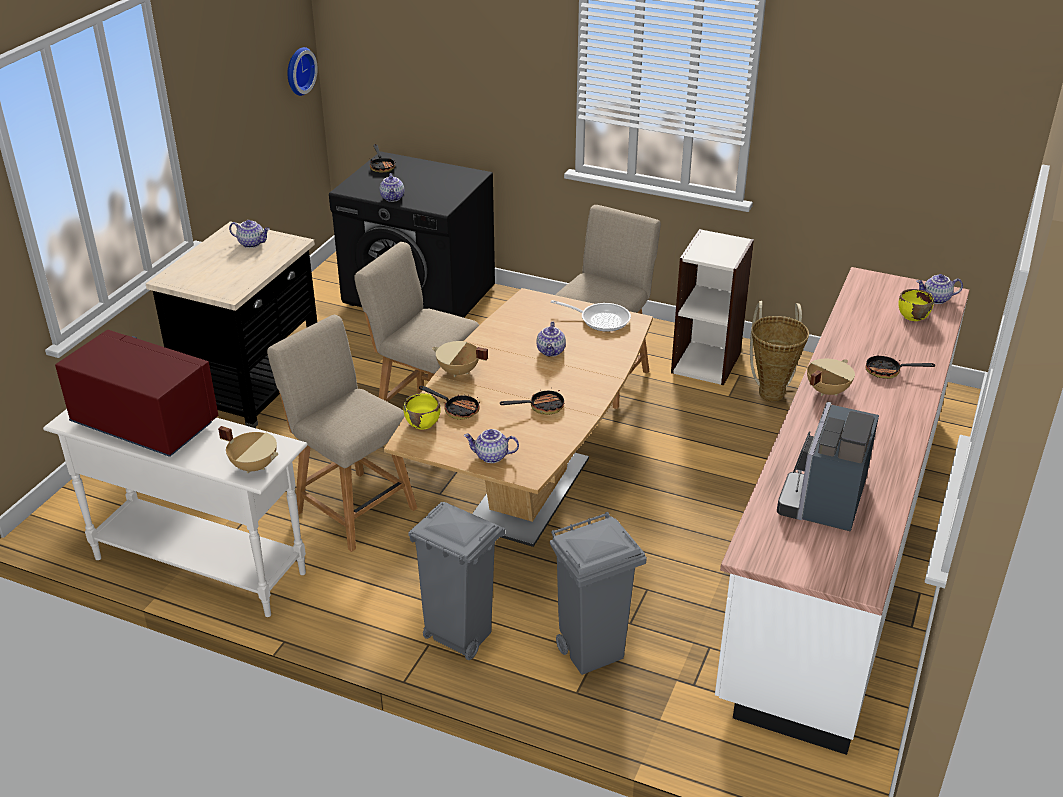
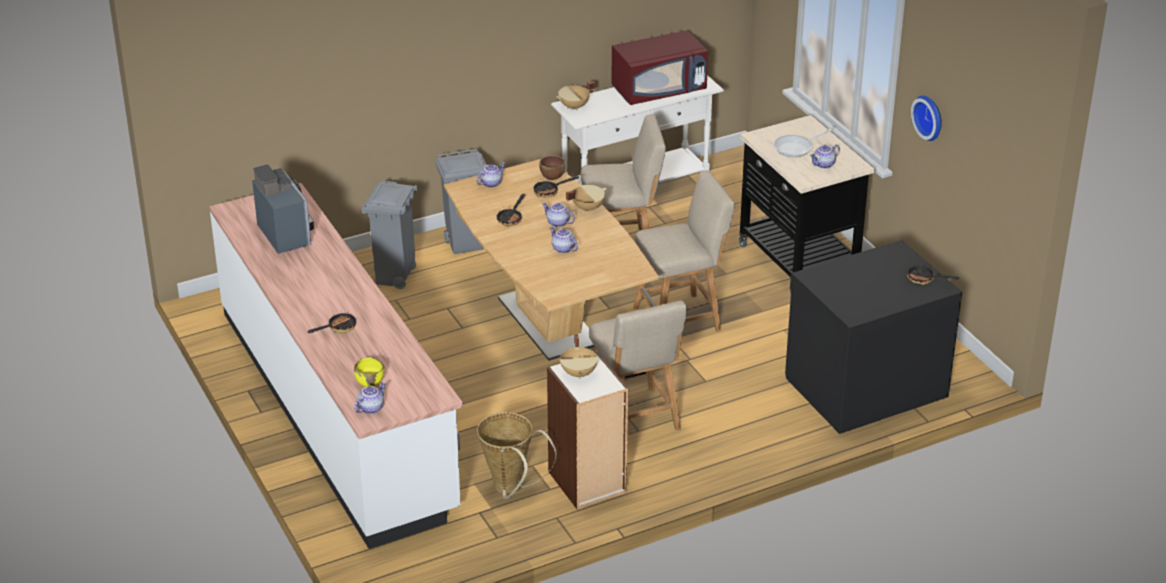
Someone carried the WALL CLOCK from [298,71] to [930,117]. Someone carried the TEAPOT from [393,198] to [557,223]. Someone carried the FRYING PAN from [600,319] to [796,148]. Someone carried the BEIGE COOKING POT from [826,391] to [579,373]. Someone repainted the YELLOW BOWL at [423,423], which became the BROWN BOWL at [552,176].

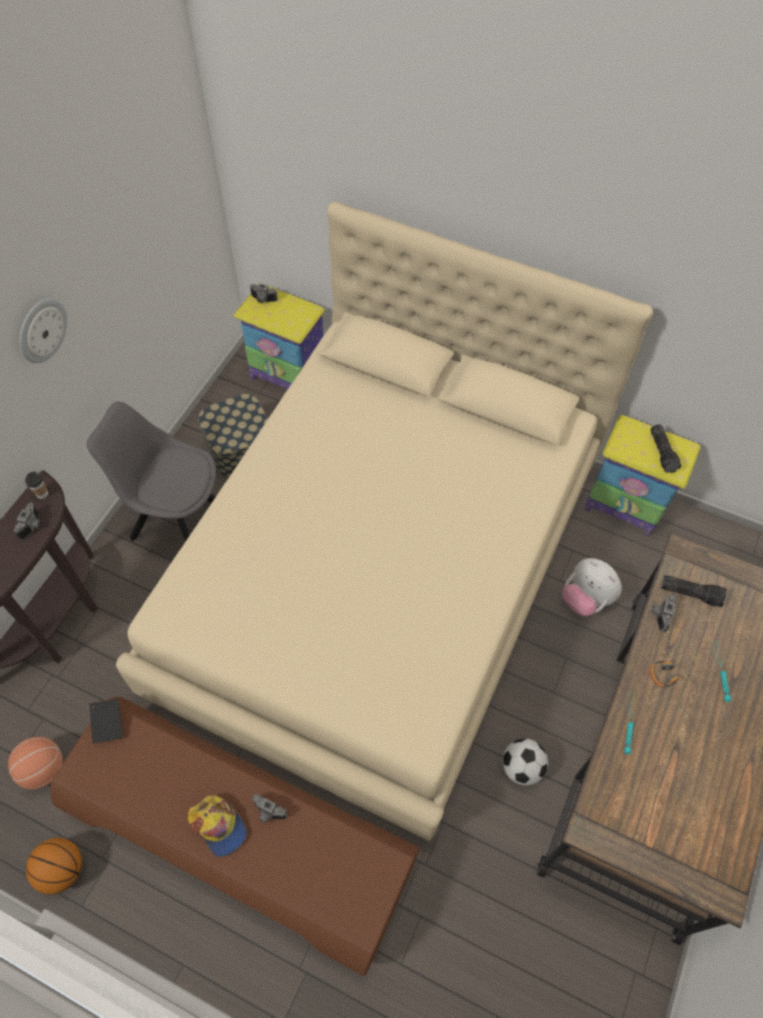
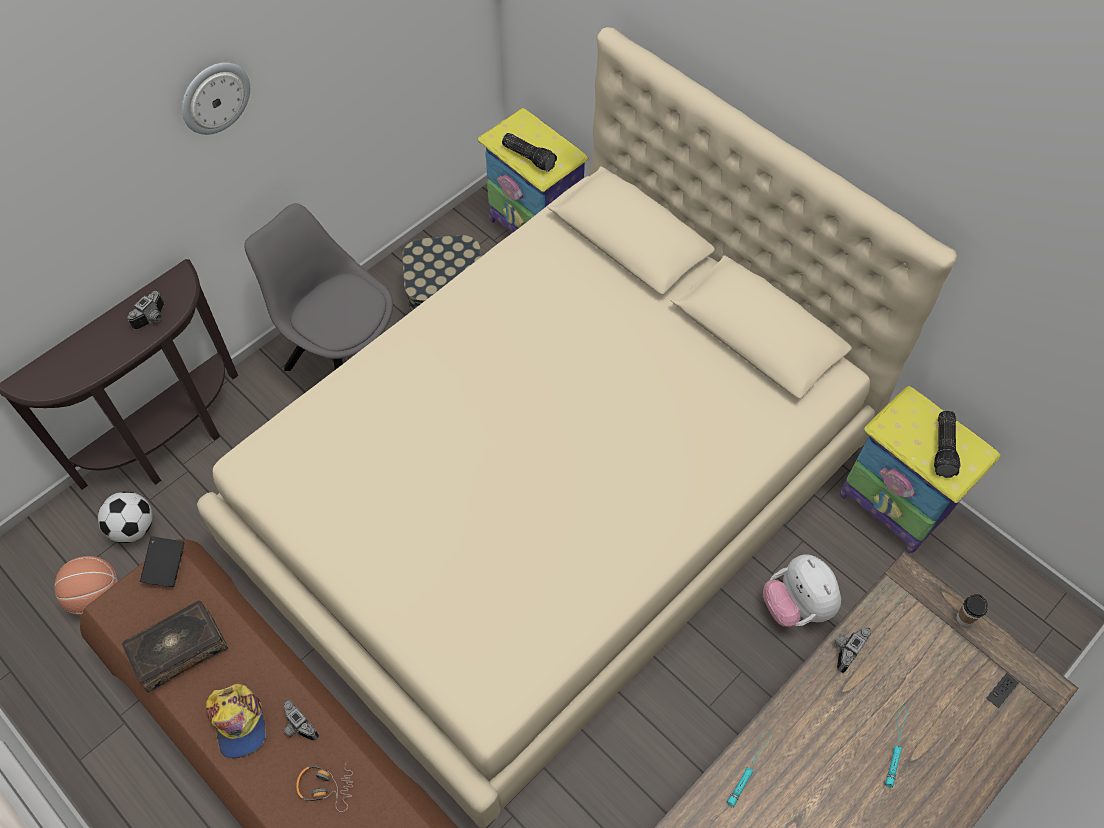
Someone took away the BASKETBALL at [62,869]. Someone took away the PHOTO CAMERA at [263,300]. Someone put down the BOOK at [178,649]. Someone carried the CUP from [42,494] to [964,618]. Someone carried the FOOTBALL from [521,767] to [133,528]. Someone carried the HEADPHONES from [671,674] to [326,786]. Someone carried the FLASHLIGHT from [691,593] to [529,157].

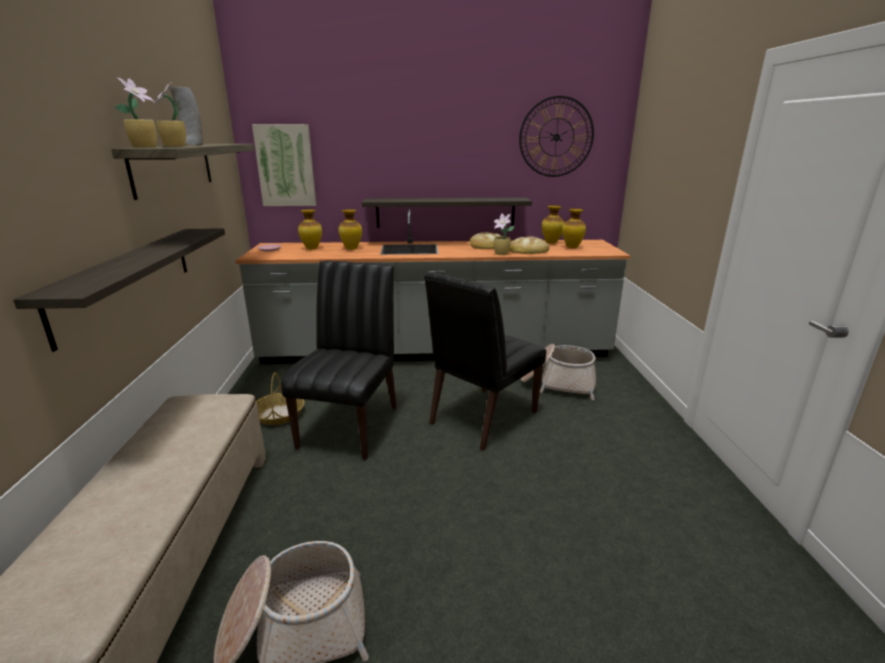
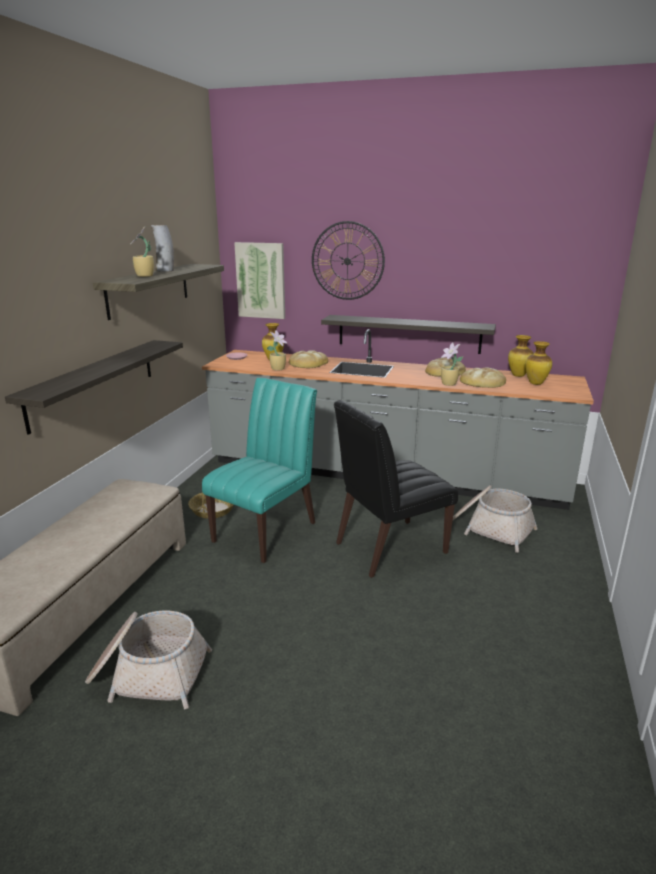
Someone carried the POTTED PLANT from [146,147] to [278,369]. Someone carried the WALL CLOCK from [556,137] to [347,261]. Someone swapped the VASE at [351,248] for the BREAD at [308,363]. Someone repainted the BLACK CHAIR at [350,427], which became the TURQUOISE CHAIR at [265,533].

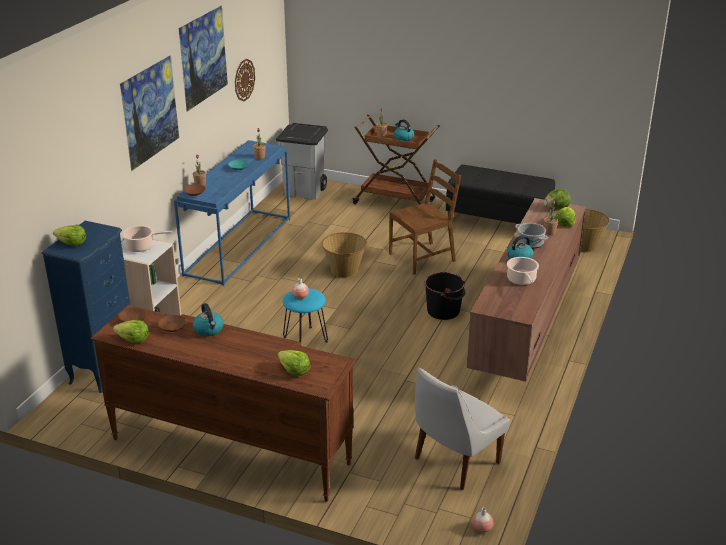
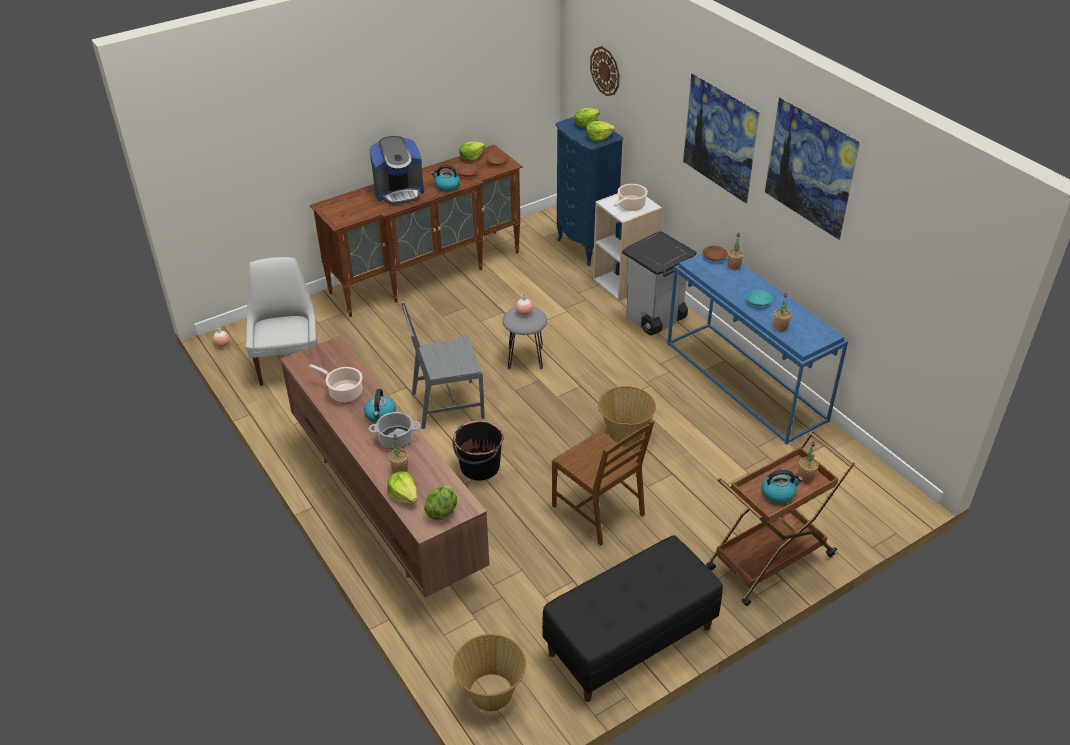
Someone put down the COFFEE MACHINE at [399,192]. Someone put down the GREY CHAIR at [447,405]. Someone carried the WALL CLOCK from [244,80] to [605,71]. Someone carried the GREY TRASH CAN from [305,191] to [655,320]. Someone carried the LETTUCE from [294,371] to [598,137]. Someone repainted the TURQUOISE STOOL at [305,339], which became the GREY STOOL at [525,357]. Someone rotated the BROWN CHAIR at [422,257] by 45 degrees counterclockwise.

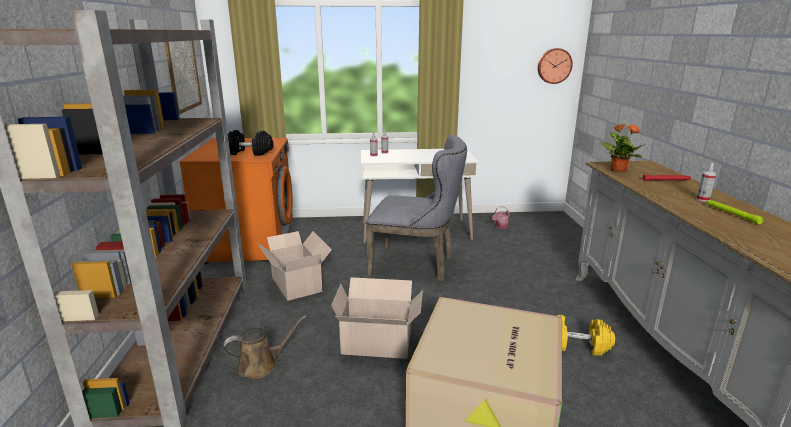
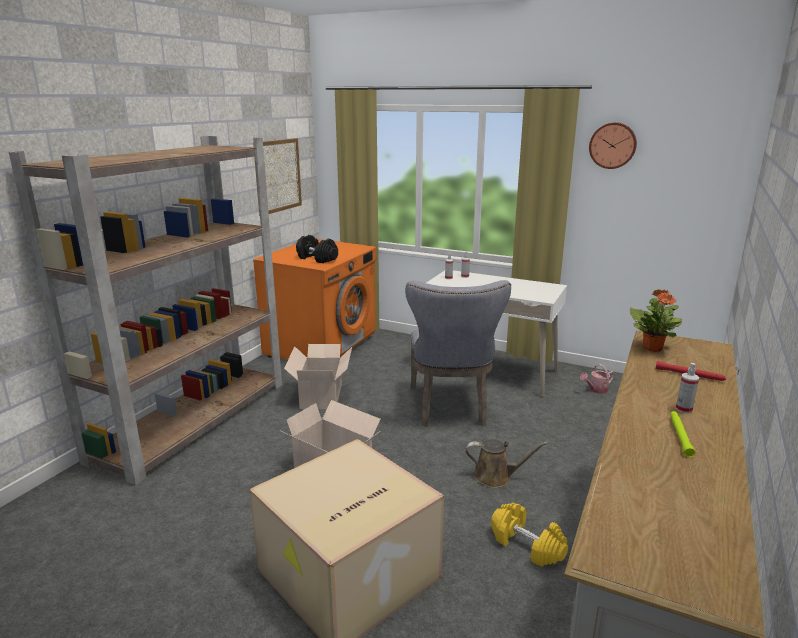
Someone carried the BROWN WATERING CAN from [261,365] to [496,477]. Someone carried the WALL CLOCK from [554,66] to [612,145]. Someone rotated the GREY CHAIR at [417,265] by 45 degrees clockwise.

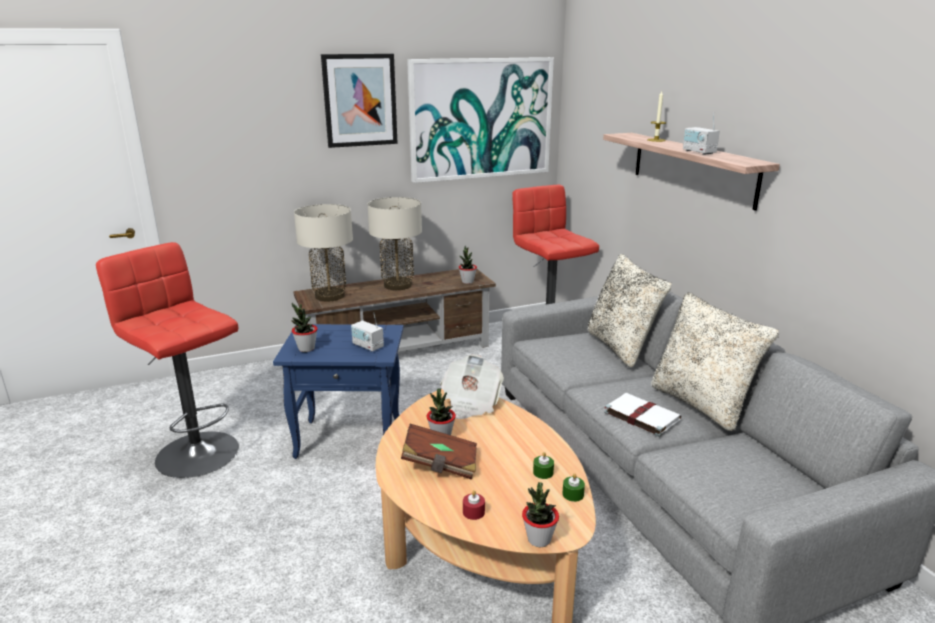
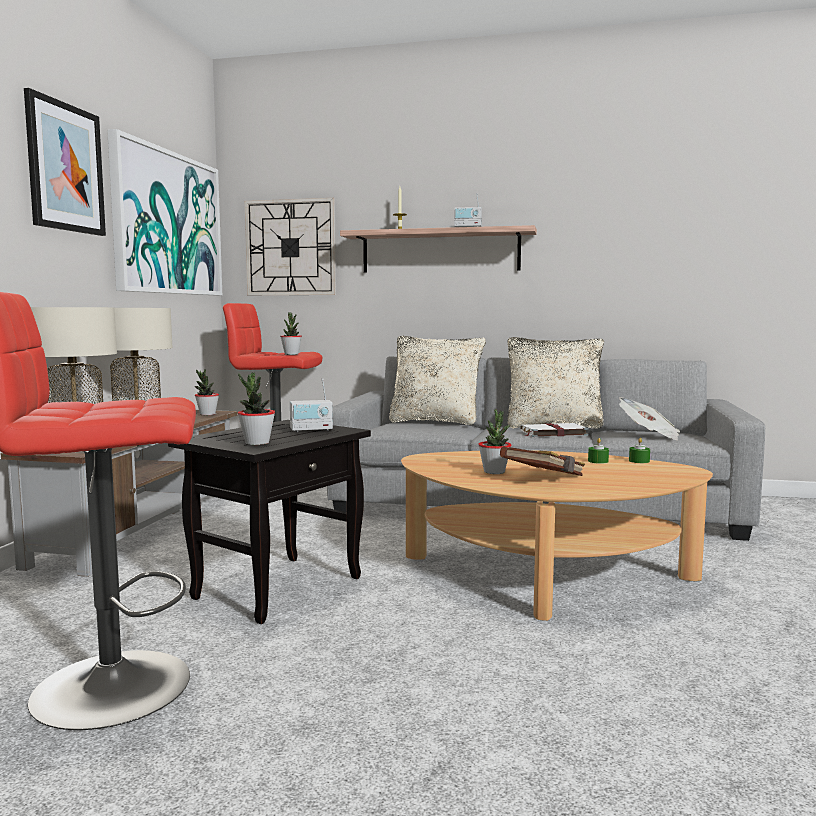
Someone took away the RED CANDLE at [473,512]. Someone put up the WALL CLOCK at [290,247]. Someone carried the NEWSPAPER from [470,402] to [649,435]. Someone carried the POTTED PLANT from [539,539] to [291,354]. Someone repainted the BLUE SIDE TABLE at [351,438], which became the BLACK SIDE TABLE at [279,587].

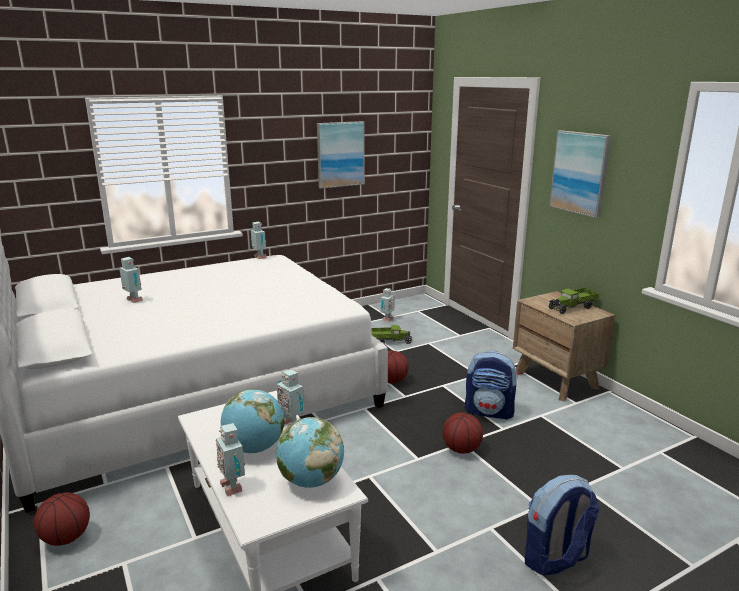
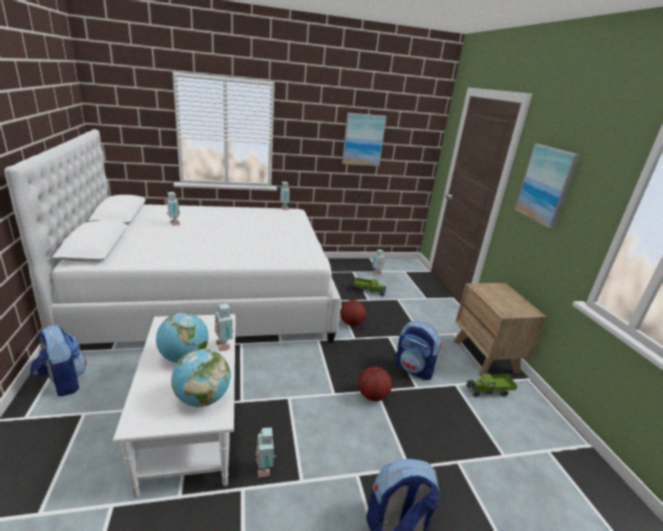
Someone carried the TOY ROBOT from [233,486] to [265,468]. Someone carried the TOY TRUCK from [572,307] to [489,391]. Someone swapped the BASKETBALL at [66,538] for the BACKPACK at [63,382].

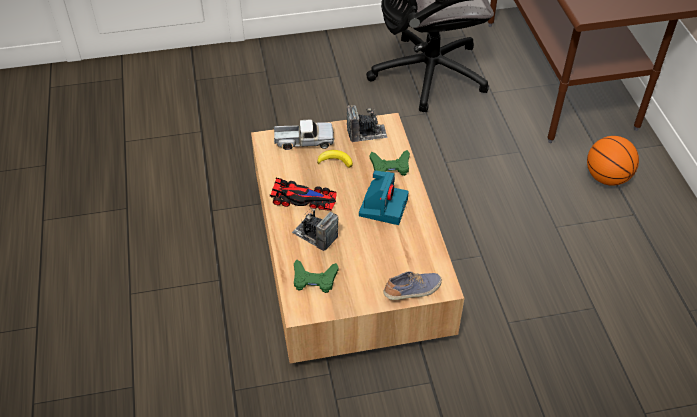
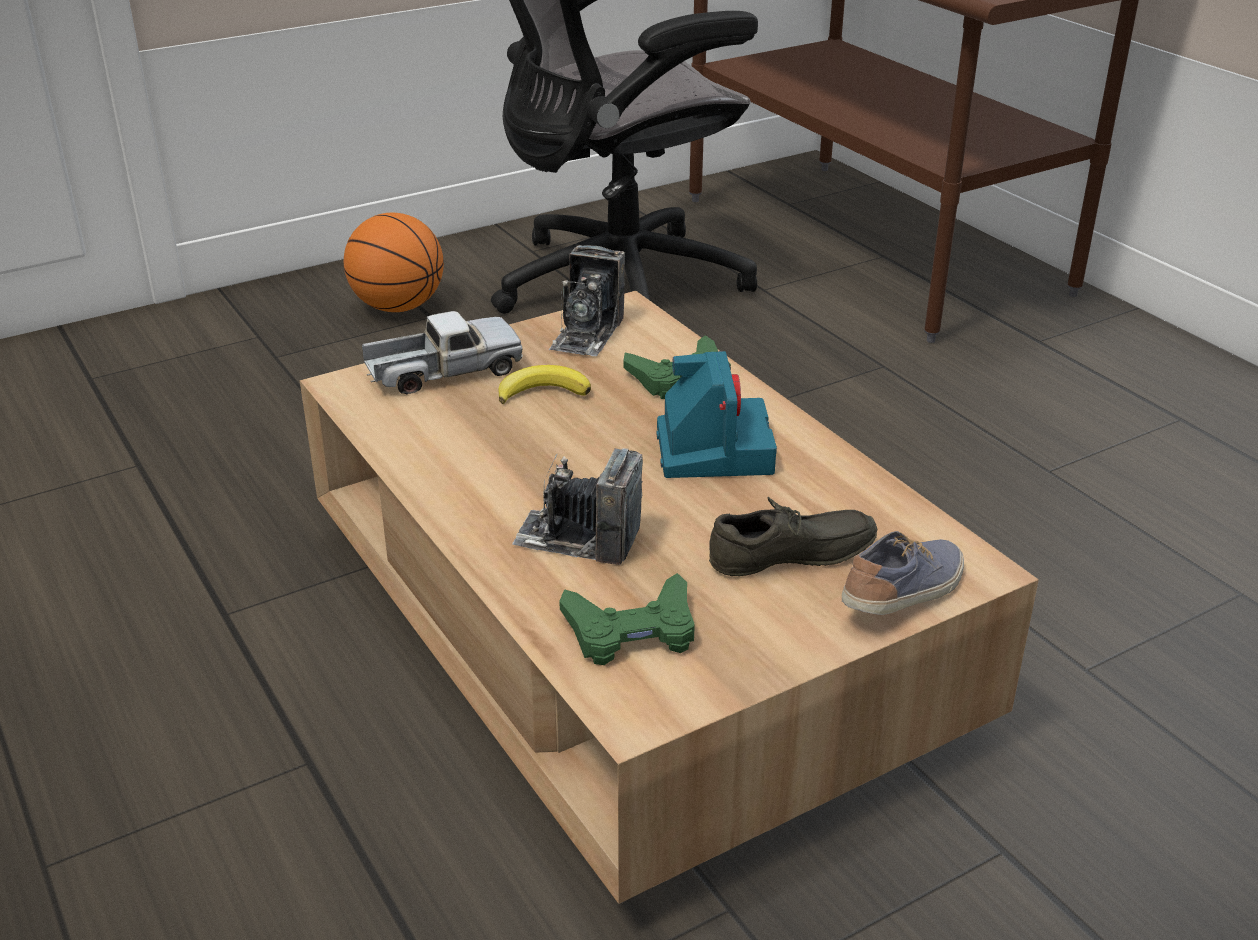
Someone took away the TOY CAR at [304,198]. Someone put down the GREY SHOE at [793,559]. Someone carried the BASKETBALL from [607,177] to [398,307]. Someone rotated the PHOTO CAMERA at [366,133] by 135 degrees clockwise.

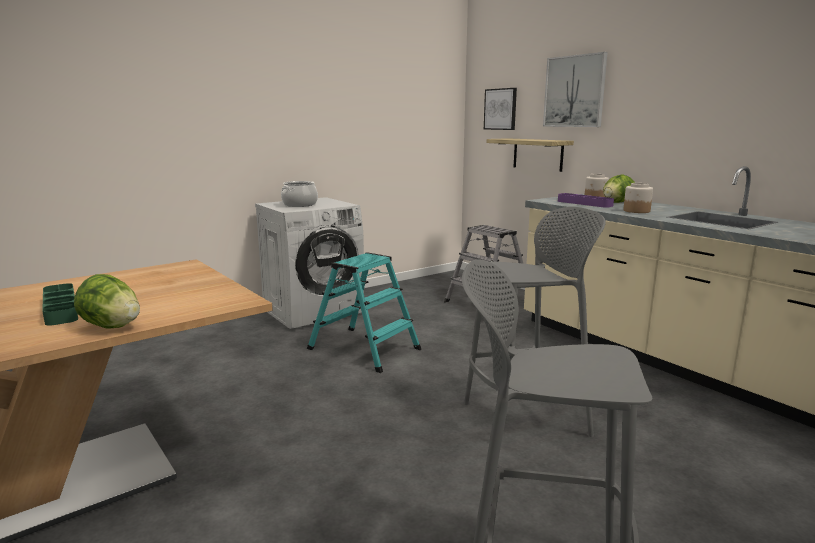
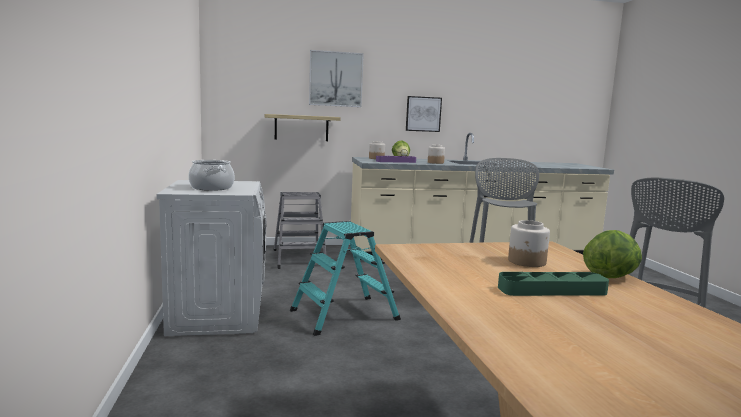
Someone put down the JAR at [527,262]. Someone carried the PICTURE from [500,109] to [423,114].

